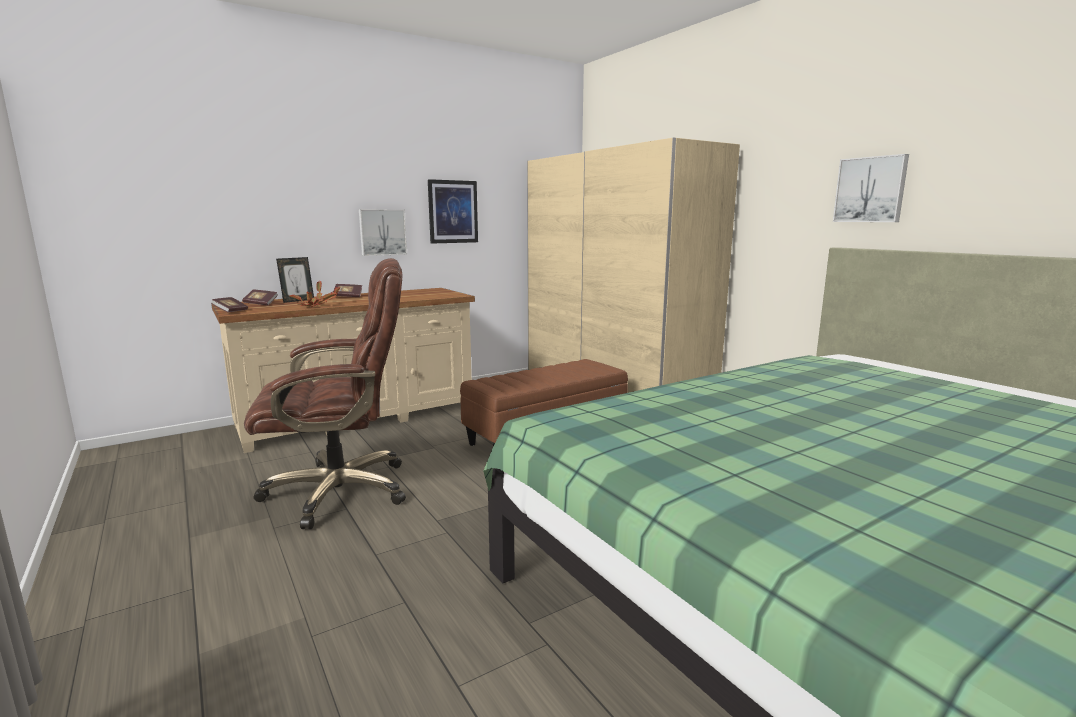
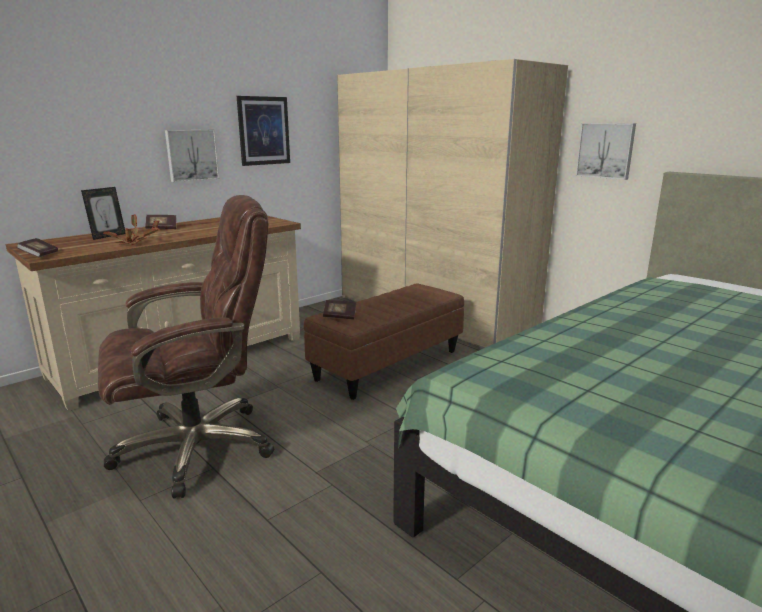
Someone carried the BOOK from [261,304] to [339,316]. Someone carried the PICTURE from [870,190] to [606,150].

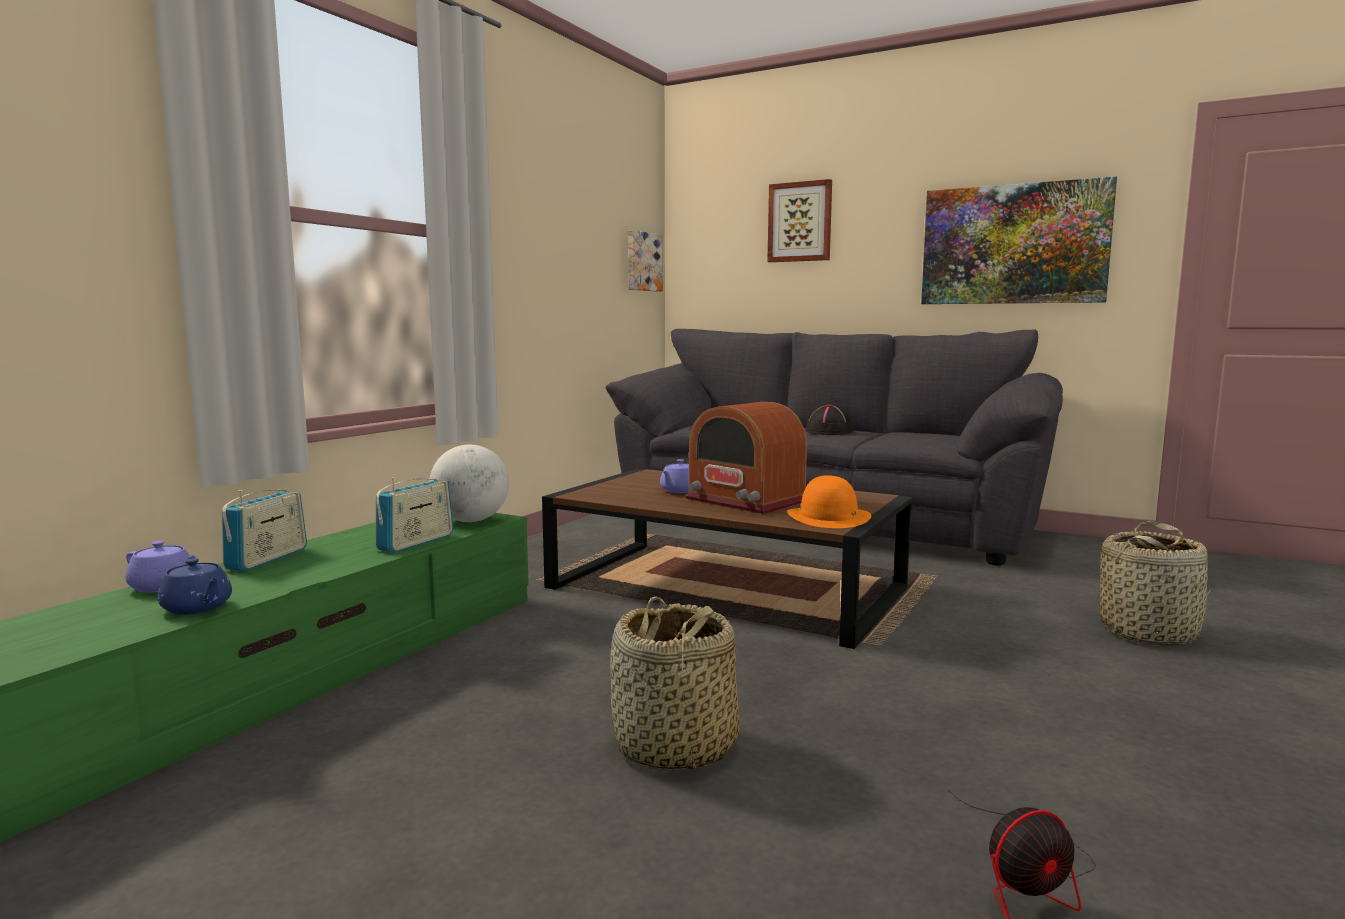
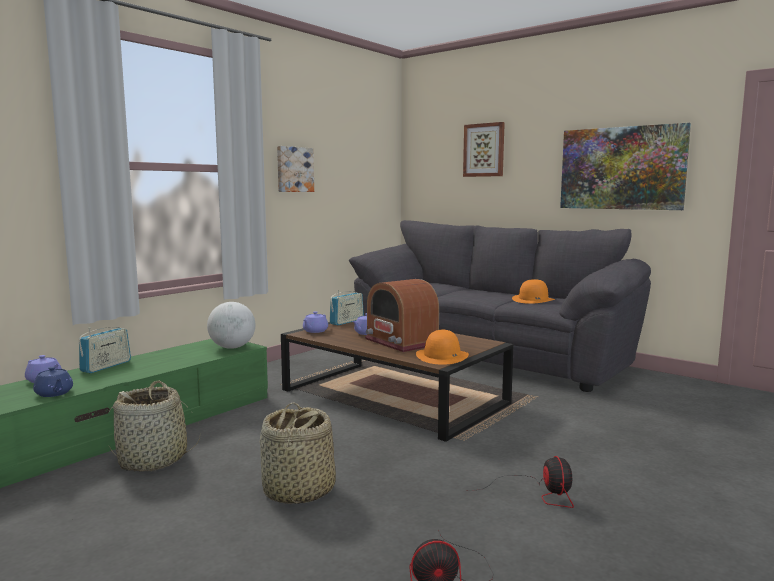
Someone took away the BLACK HAT at [829,432]. Someone put down the PURPLE TEAPOT at [315,331]. Someone put down the FAN at [538,493]. Someone put down the ORANGE HAT at [533,300]. Someone carried the RADIO from [416,543] to [347,321]. Someone carried the PICTURE from [642,261] to [294,169]. Someone carried the BASKET from [1149,632] to [153,460].

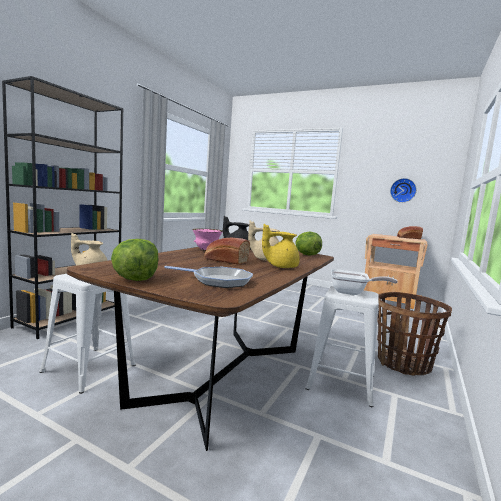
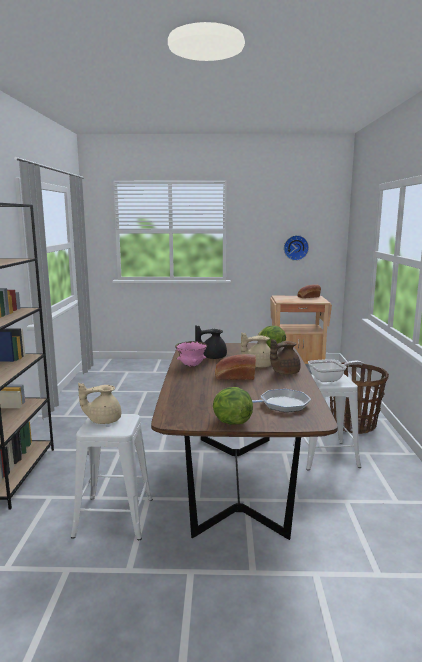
Someone repainted the YELLOW TEAPOT at [280,266], which became the BROWN TEAPOT at [284,372].

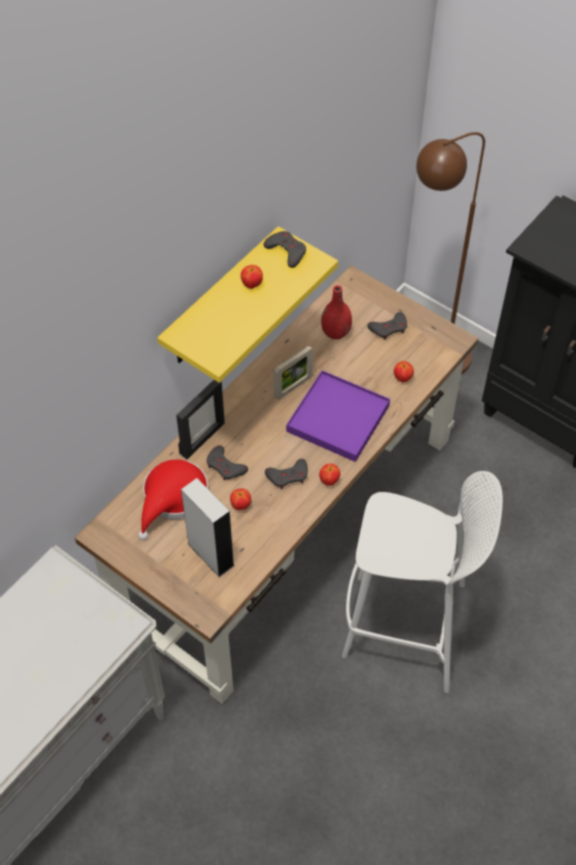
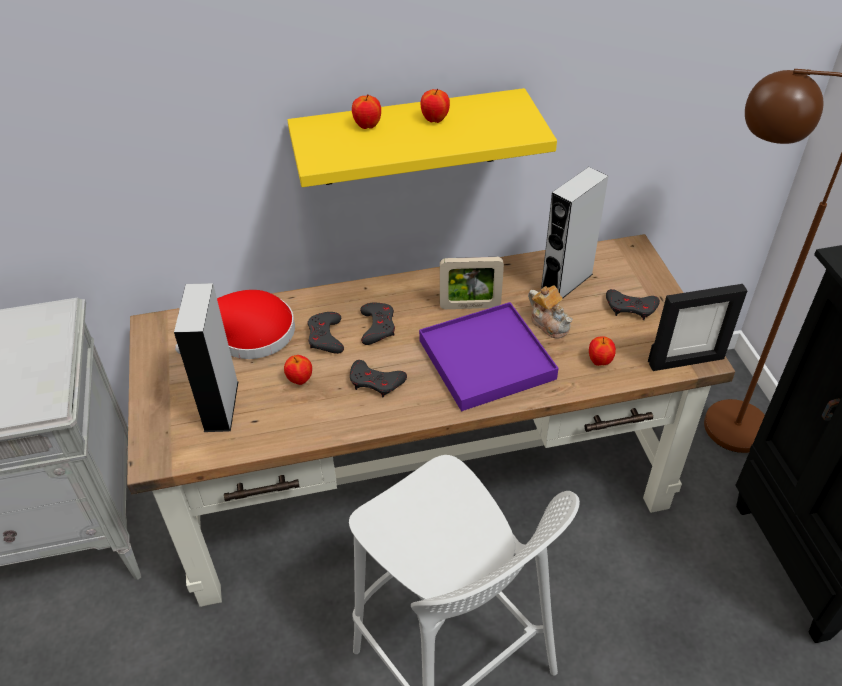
Someone put down the TEAPOT at [549,323]. Someone carried the PICTURE FRAME from [202,438] to [685,360]. Someone carried the GREY GAME CONTROLLER from [286,251] to [377,326]. Someone carried the APPLE from [329,481] to [367,126]. Someone swapped the RED VASE at [335,333] for the GREY SPEAKER at [566,282].

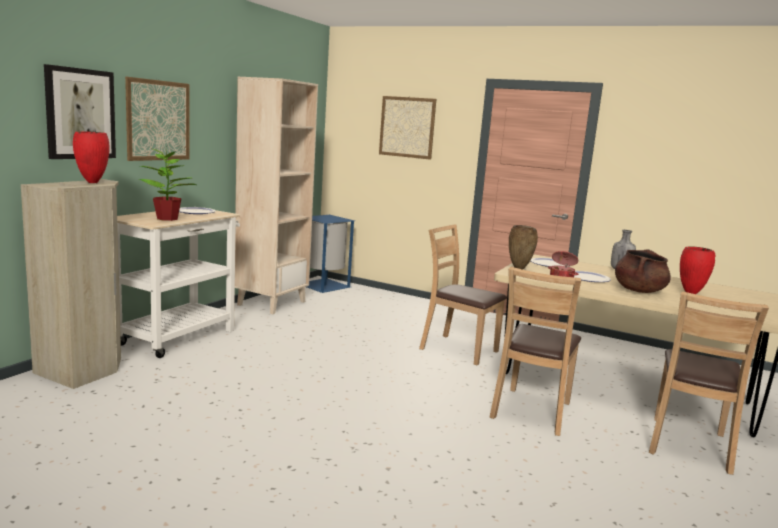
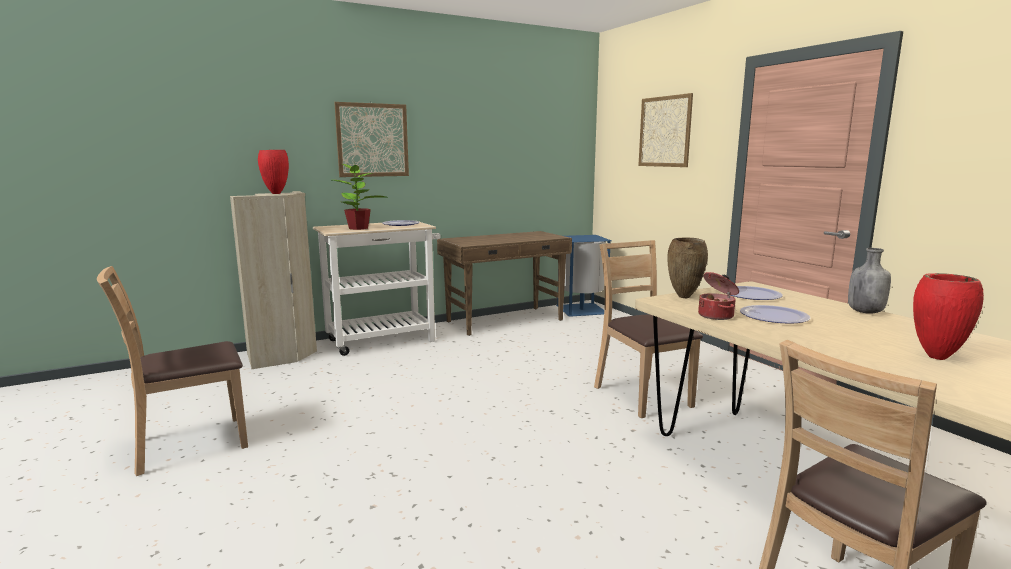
Someone took away the PICTURE at [80,114]. Someone took away the BROWN COOKING POT at [639,290]. Someone carried the BROWN CHAIR from [531,411] to [189,444]. Someone swapped the BEIGE BOOKCASE at [271,303] for the BROWN CONSOLE TABLE at [505,321].

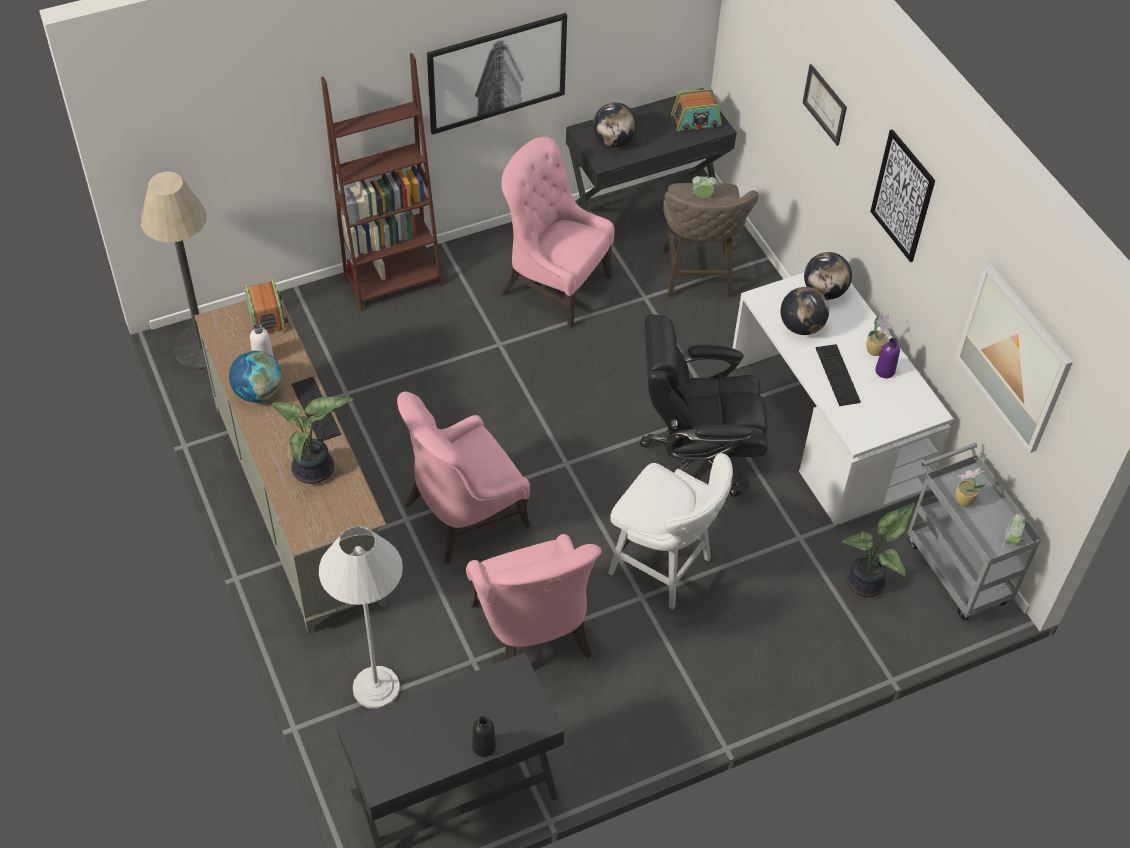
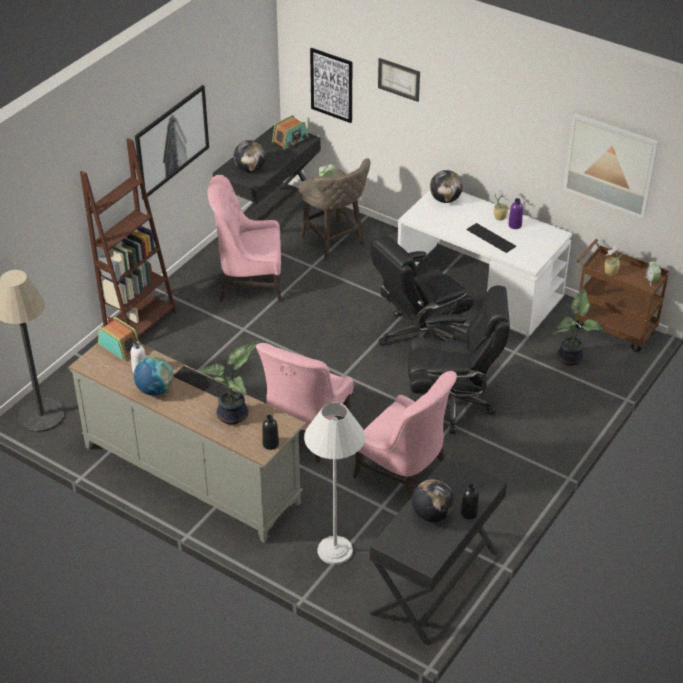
Someone put down the BLACK BOTTLE at [270,444]. Someone carried the GLOBE from [801,327] to [432,514]. Someone carried the PICTURE from [902,196] to [331,85]. Someone swapped the WHITE STOOL at [664,568] for the BLACK OFFICE CHAIR at [451,403]. Someone repainted the GREY CART at [954,571], which became the BROWN CART at [612,330].

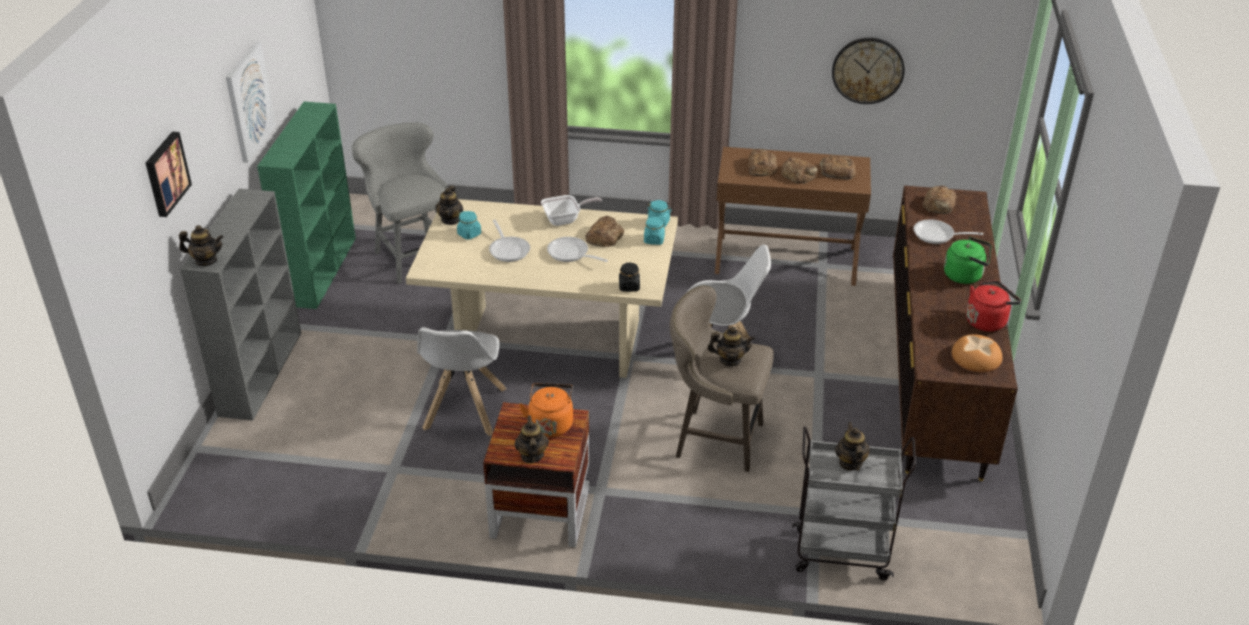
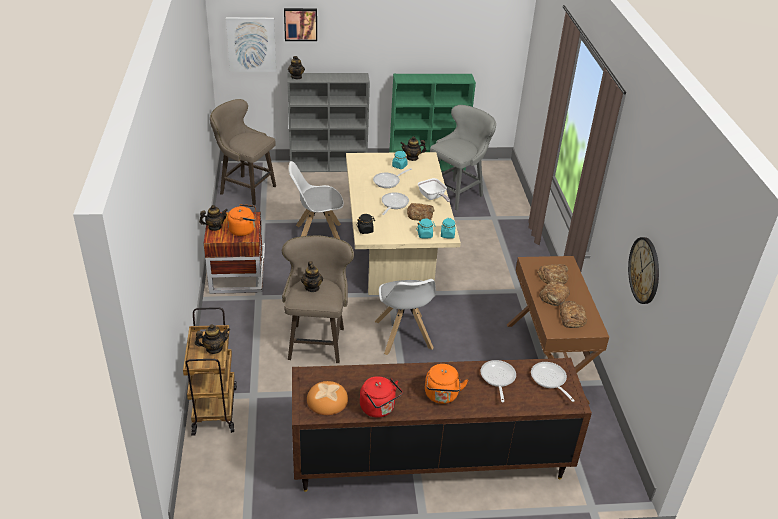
Someone put down the BEIGE STOOL at [245,189]. Someone carried the PICTURE from [249,101] to [251,44]. Someone swapped the BREAD at [939,204] for the FRYING PAN at [549,380]. Someone repainted the GREY CART at [840,554], which became the BROWN CART at [215,410]. Someone repainted the GREEN KETTLE at [965,275], which became the ORANGE KETTLE at [441,396].

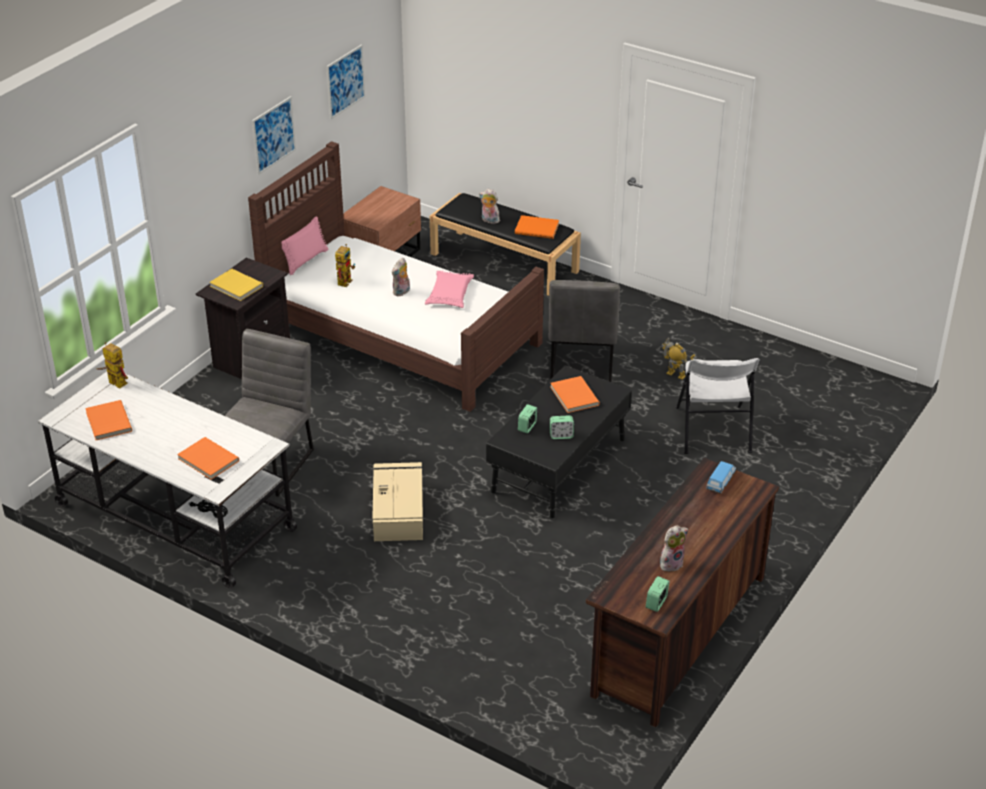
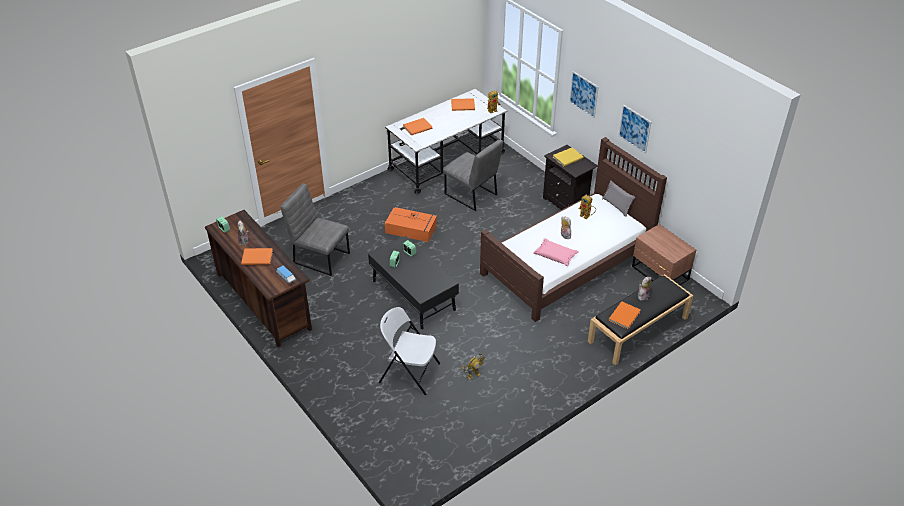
Someone carried the PICTURE from [345,81] to [583,94]. Someone carried the GREY CHAIR from [581,363] to [320,257]. Someone carried the ORANGE BOOK from [573,396] to [257,257]. Someone repainted the PINK PILLOW at [305,260], which became the GREY PILLOW at [617,206]. Someone repainted the BEIGE STORAGE BOX at [398,510], which became the ORANGE STORAGE BOX at [411,229].

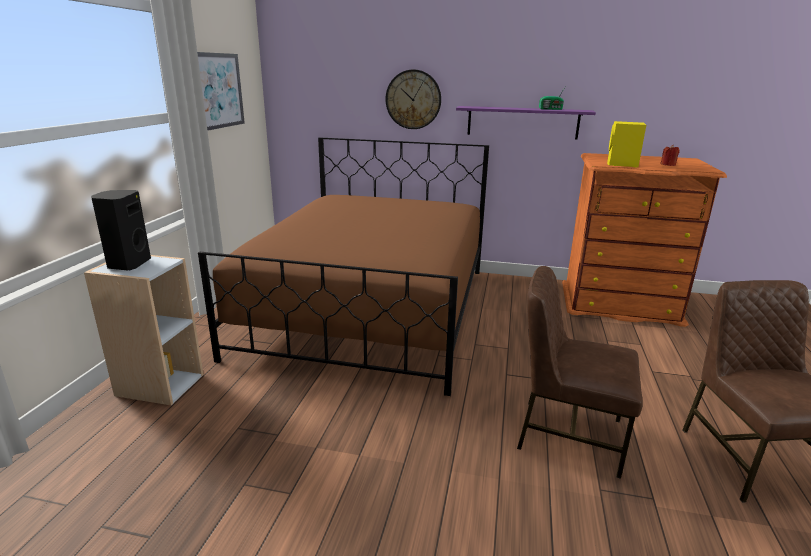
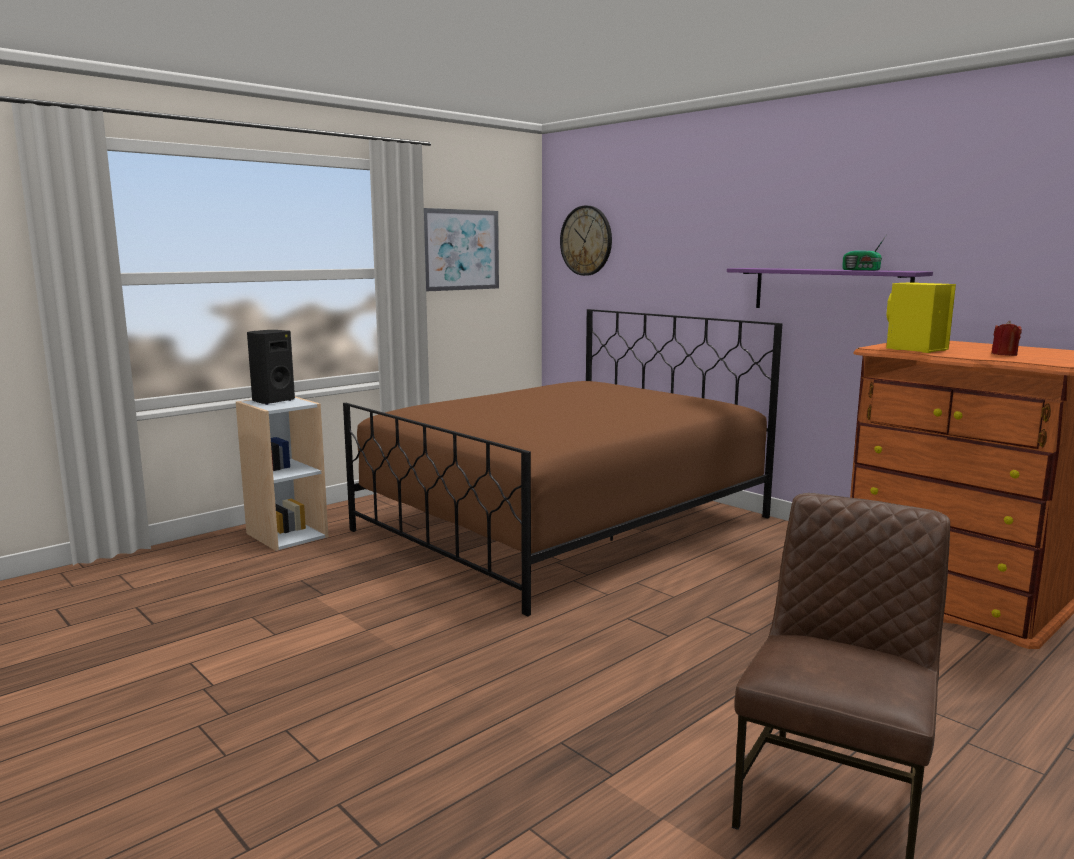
Someone took away the BROWN CHAIR at [567,434]. Someone carried the WALL CLOCK from [413,99] to [586,240].

